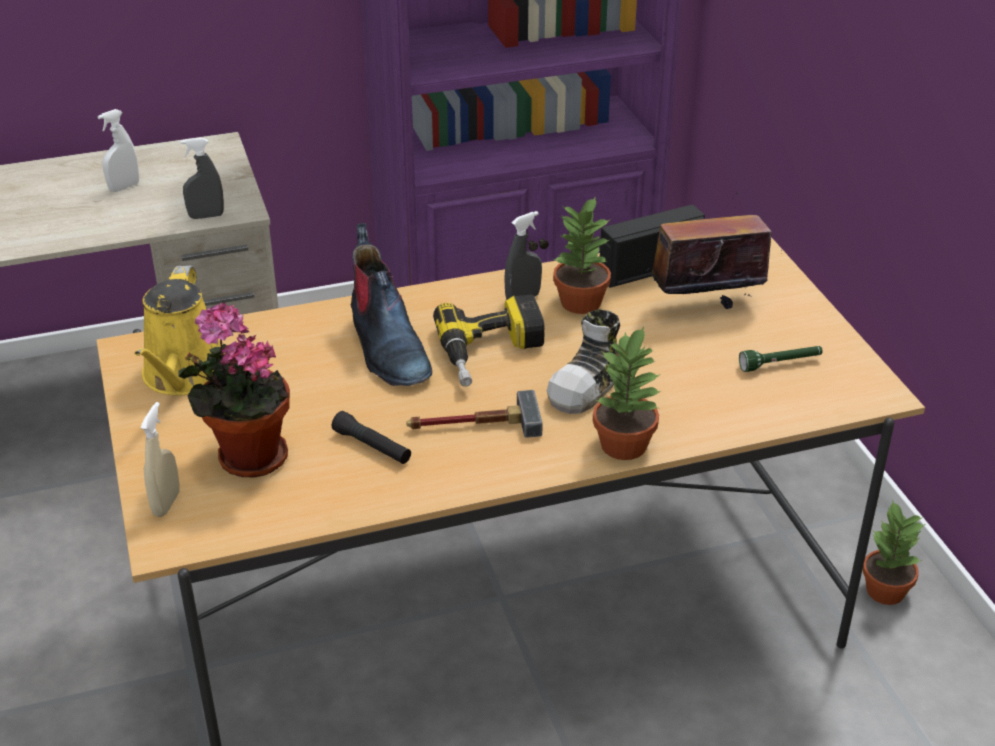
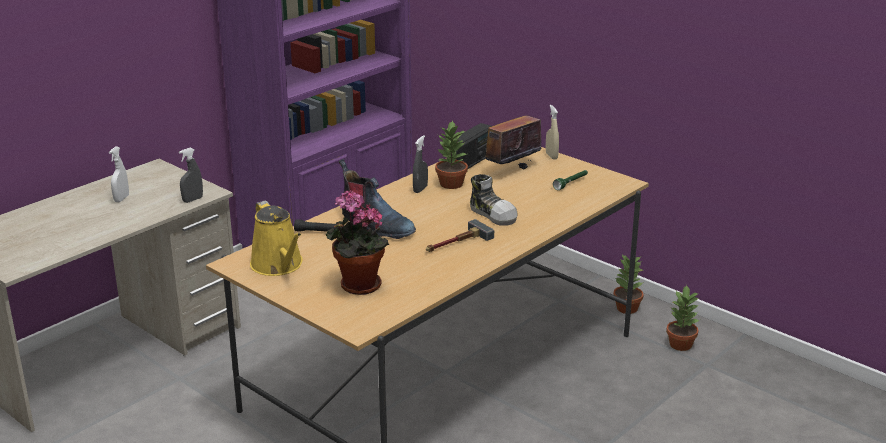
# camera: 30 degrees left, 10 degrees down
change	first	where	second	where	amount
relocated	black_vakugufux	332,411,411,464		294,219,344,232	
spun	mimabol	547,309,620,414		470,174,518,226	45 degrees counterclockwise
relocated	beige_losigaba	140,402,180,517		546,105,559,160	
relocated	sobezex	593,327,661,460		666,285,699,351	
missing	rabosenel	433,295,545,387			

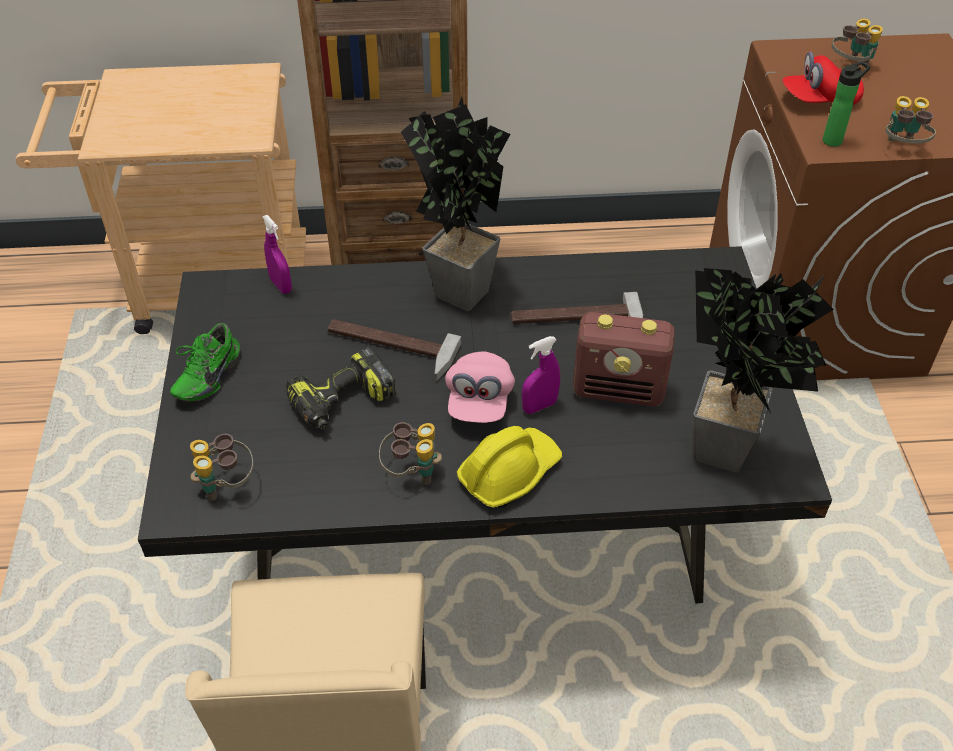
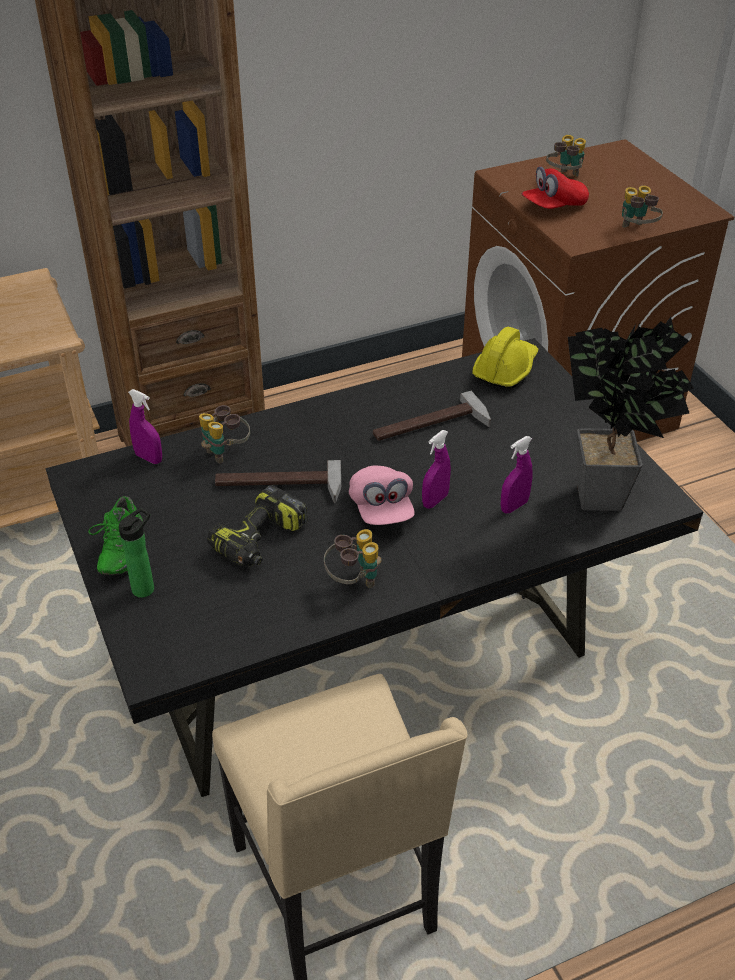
# camera: 20 degrees left, 5 degrees down
change	first	where	second	where	amount
relocated	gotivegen	823,61,870,147		119,508,154,598	
relocated	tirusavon	190,434,254,501		199,405,250,464	
relocated	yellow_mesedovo	457,426,562,508		472,327,539,389	
appeared			purple_losigaba	501,436,533,514	
missing	sobezex	401,97,510,311			
missing	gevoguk	573,312,675,406			

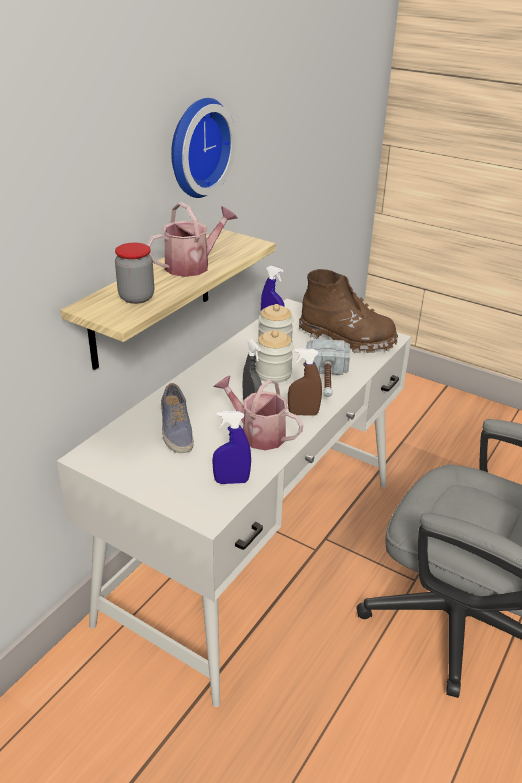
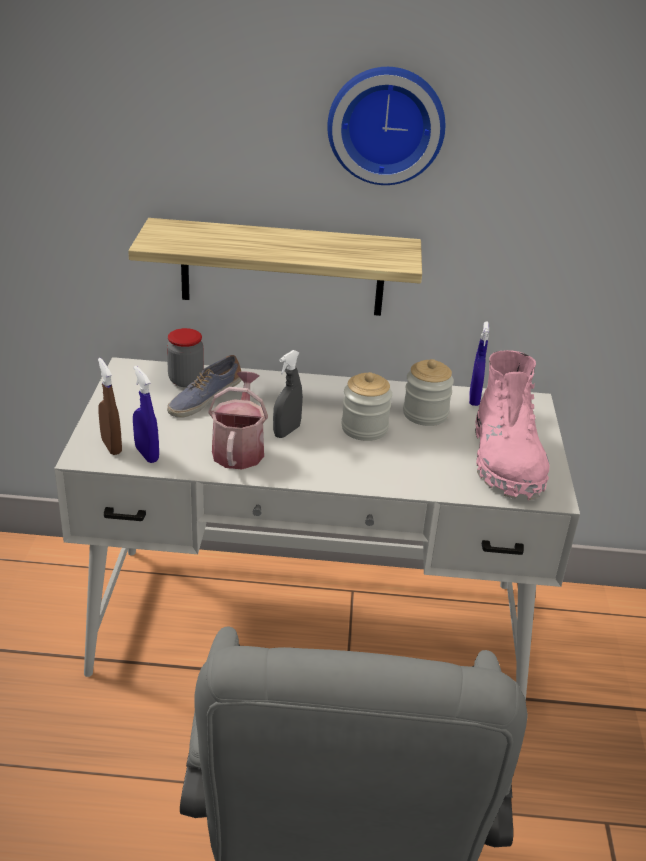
# camera: 60 degrees right, 0 degrees up
change	first	where	second	where	amount
relocated	brown_losigaba	288,348,322,416		98,358,122,455	
relocated	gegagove	115,243,154,304		167,328,204,387	
colour	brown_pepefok	299,269,398,353	pink_pepefok	475,350,549,500	
missing	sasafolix	146,202,237,277			
missing	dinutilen	305,339,350,397			

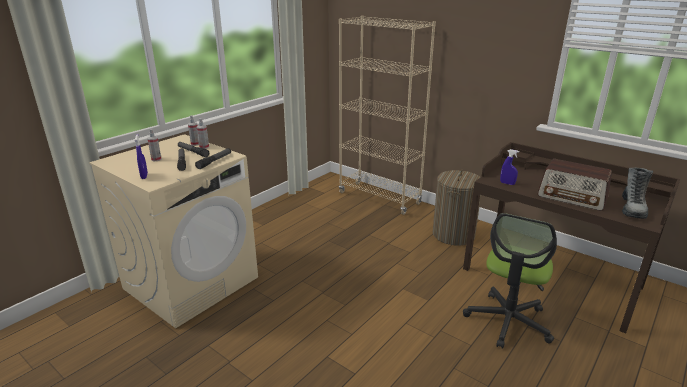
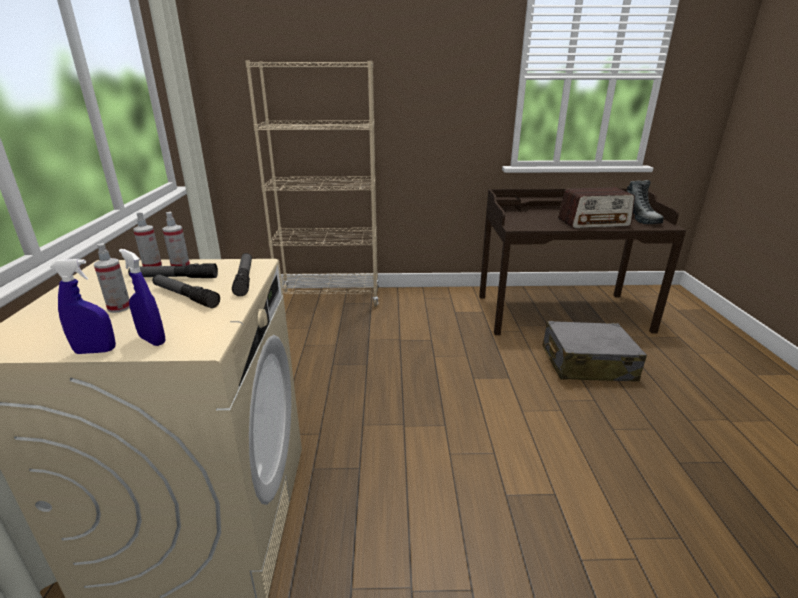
# camera: 40 degrees left, 0 degrees up
change	first	where	second	where	amount
relocated	blue_losigaba	500,149,519,185		50,259,116,354	
exchanged	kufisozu	463,213,557,349	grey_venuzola	543,321,647,382	
missing	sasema	433,169,481,246			

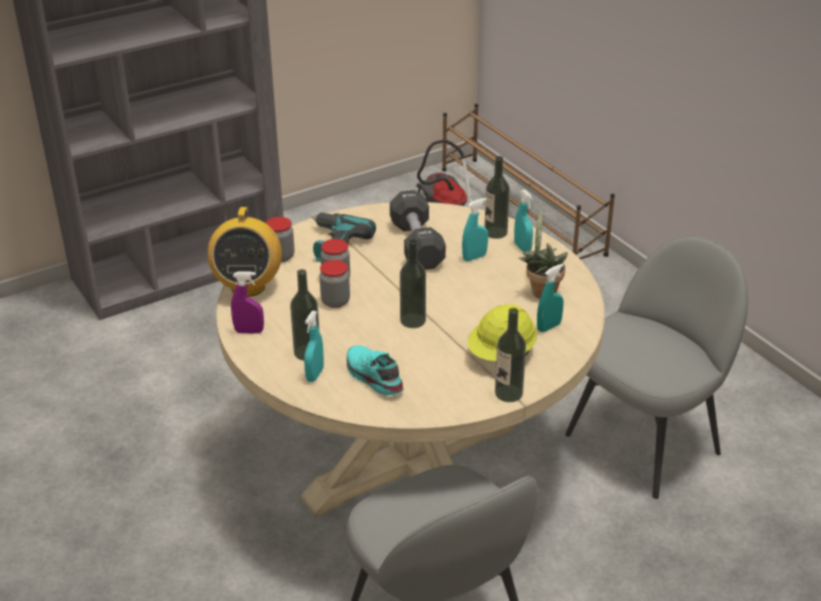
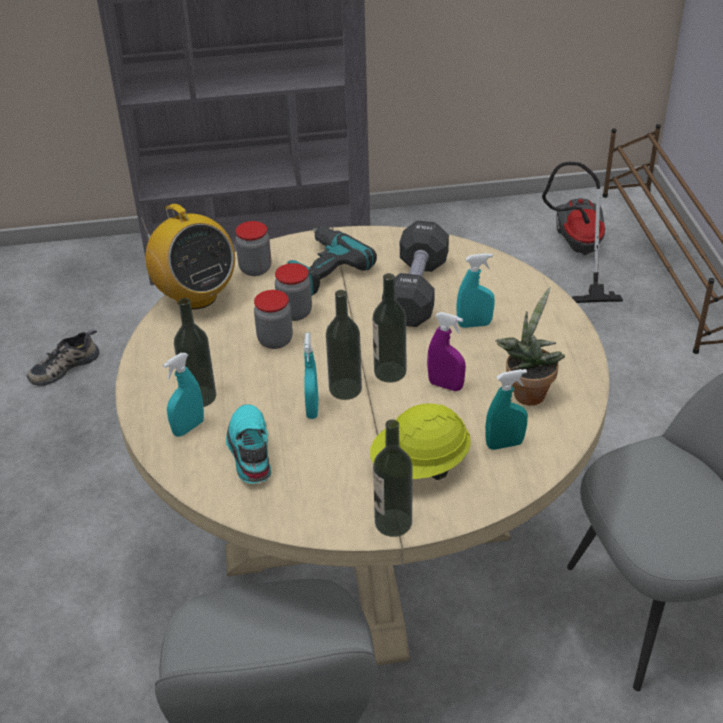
# camera: 25 degrees right, 5 degrees up
change	first	where	second	where	amount
appeared			mimabol	26,329,100,386	
spun	gevoguk	207,207,282,297		141,204,235,309	60 degrees counterclockwise
relocated	turquoise_losigaba	514,189,533,252		304,333,318,419	
relocated	gotivegen	484,156,510,239		373,273,406,383	
relocated	purple_losigaba	231,271,264,334		427,312,466,391	

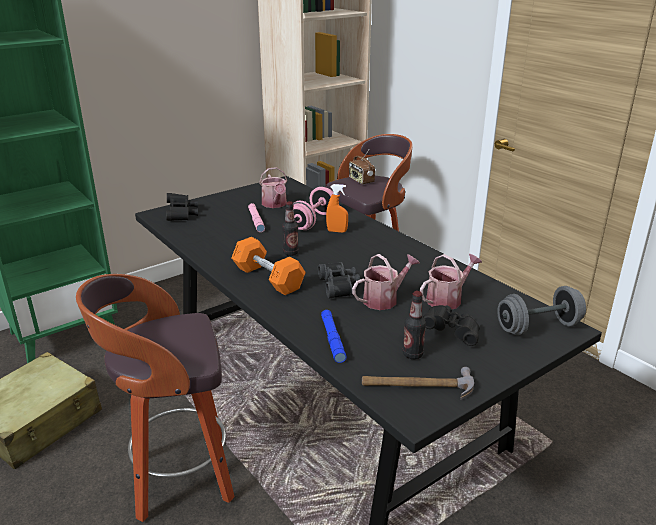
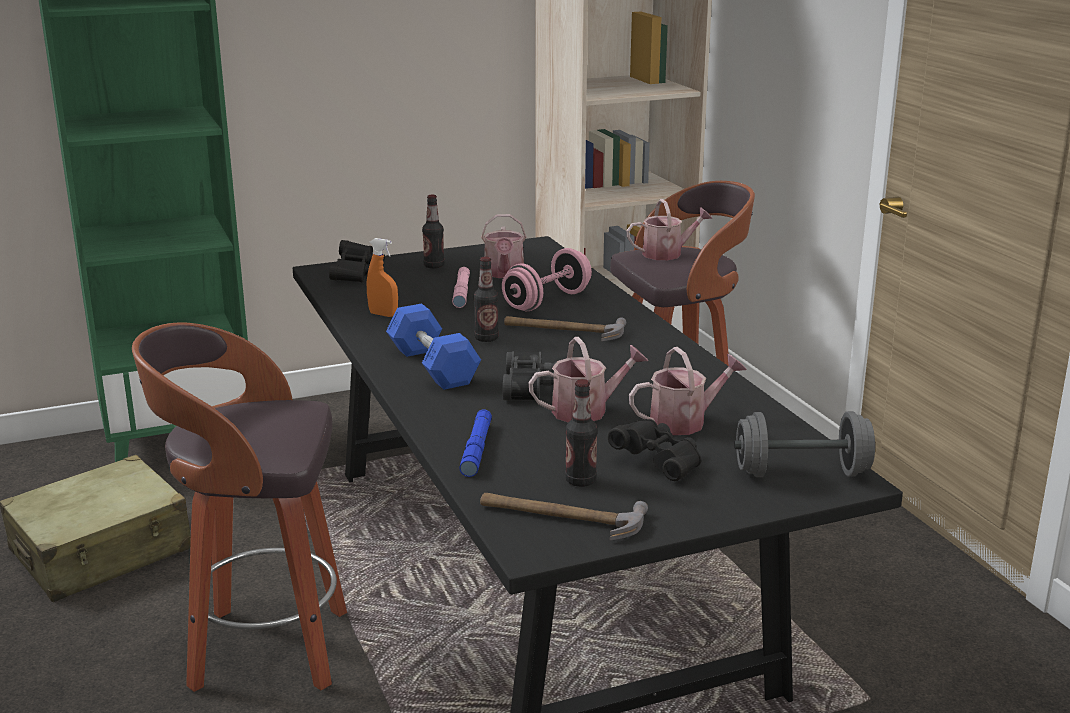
# camera: 15 degrees right, 5 degrees down
change	first	where	second	where	amount
relocated	orange_losigaba	326,184,348,233		367,238,398,317	
colour	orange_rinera	231,237,306,295	blue_rinera	386,304,481,390	
appeared			gotivegen	422,195,445,269	
appeared			dinutilen	504,316,626,341	
exchanged	gevoguk	349,150,375,184	sasafolix	627,199,712,260	

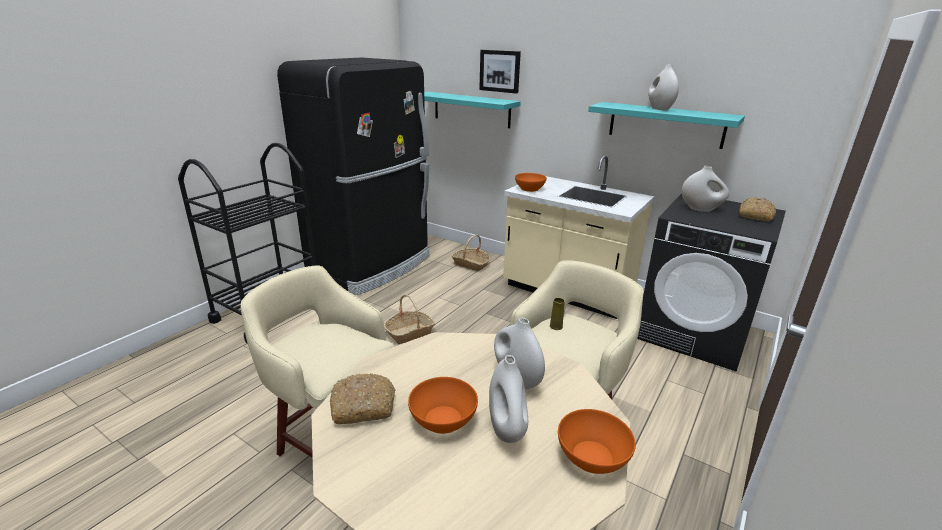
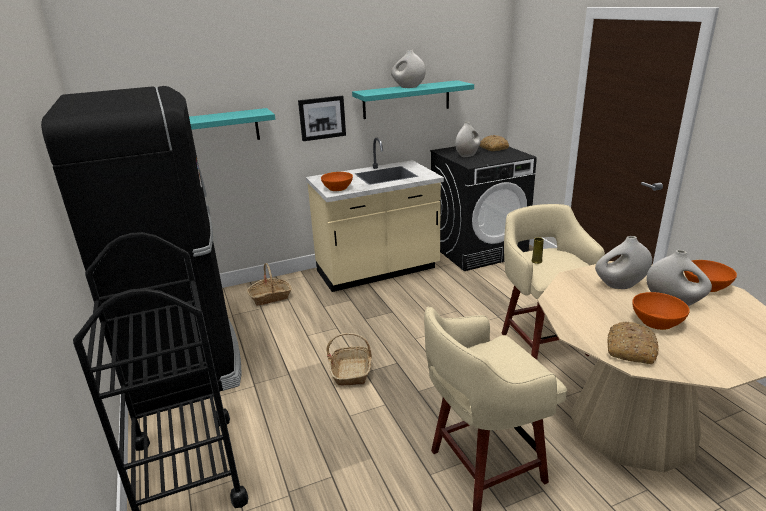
# camera: 55 degrees left, 0 degrees up
change	first	where	second	where	amount
relocated	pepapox	479,50,521,94		298,96,346,141	

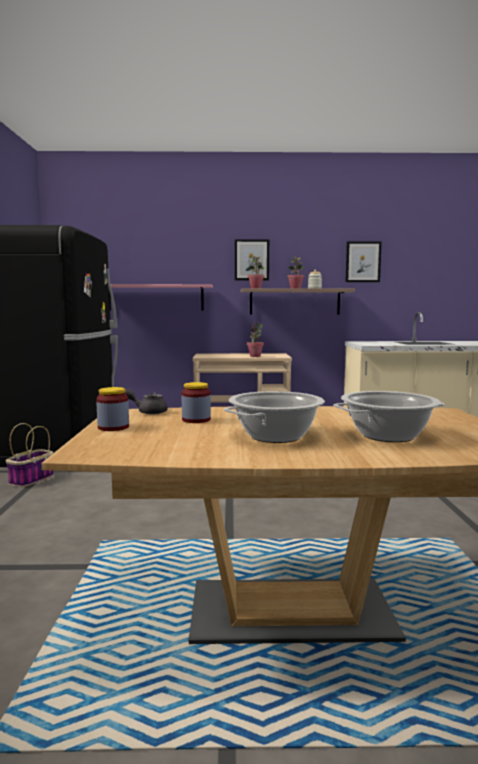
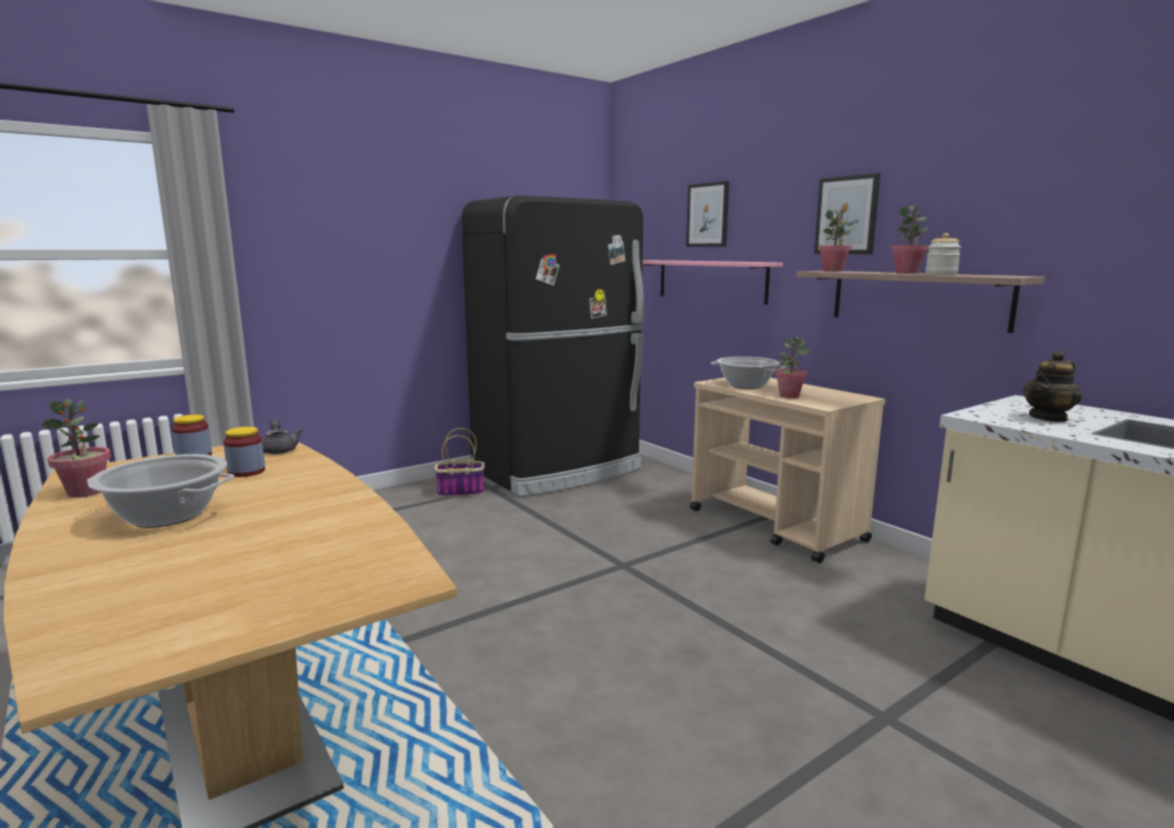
# camera: 55 degrees right, 5 degrees up
change	first	where	second	where	amount
appeared			sobezex	40,399,111,498	
relocated	pepapox	345,241,382,282		686,181,729,247	
relocated	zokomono	334,391,445,442		711,357,786,389	
appeared			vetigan	1023,351,1082,422	

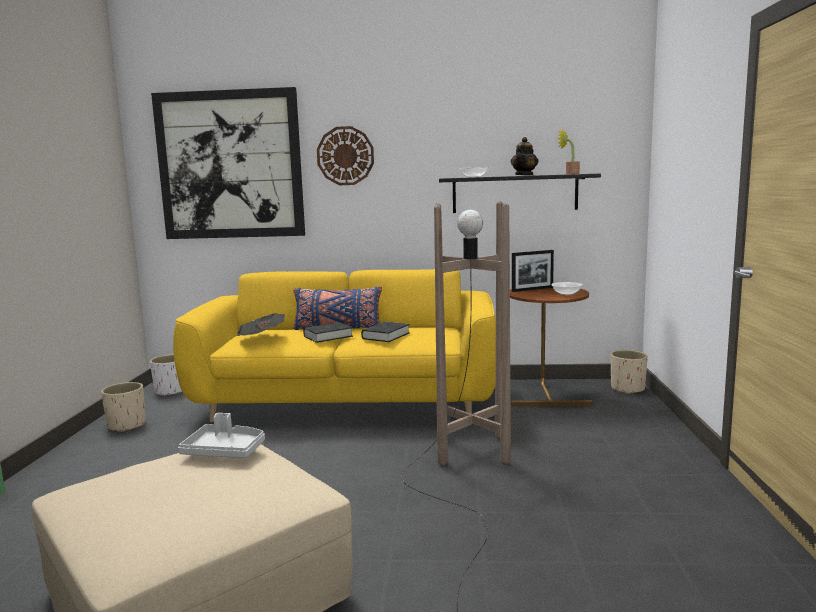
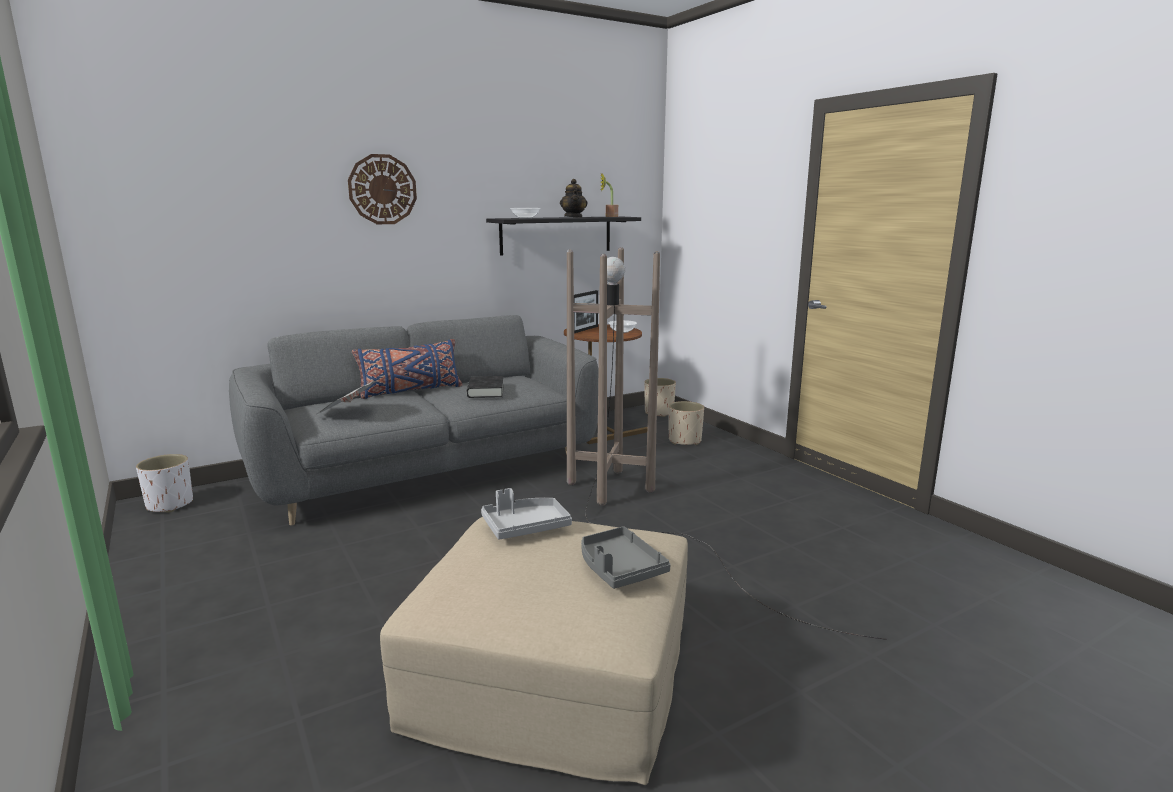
# camera: 35 degrees left, 5 degrees up
change	first	where	second	where	amount
colour	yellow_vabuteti	173,269,496,422	grey_vabuteti	229,315,599,525	
appeared			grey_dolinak	581,526,671,589	
relocated	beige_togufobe	101,382,146,432		669,401,704,445	
missing	pepapox	151,87,305,239			
missing	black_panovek	303,322,353,343			

